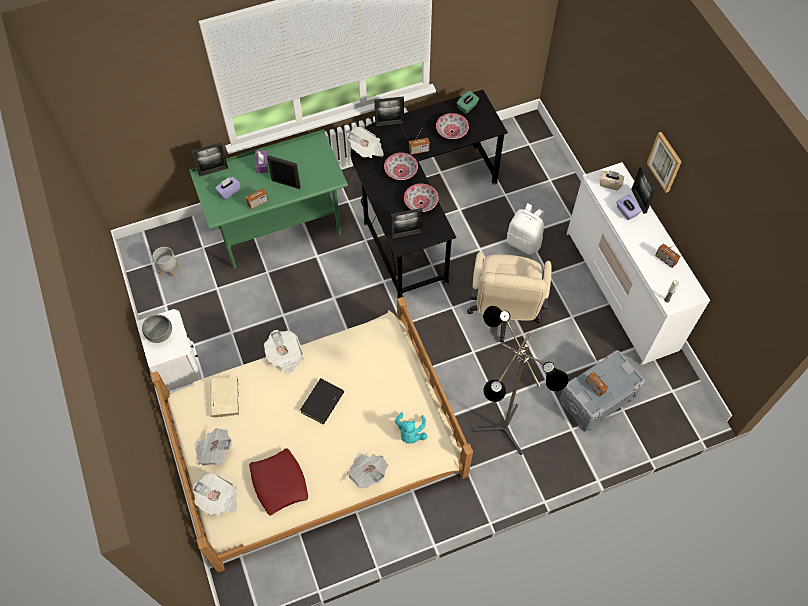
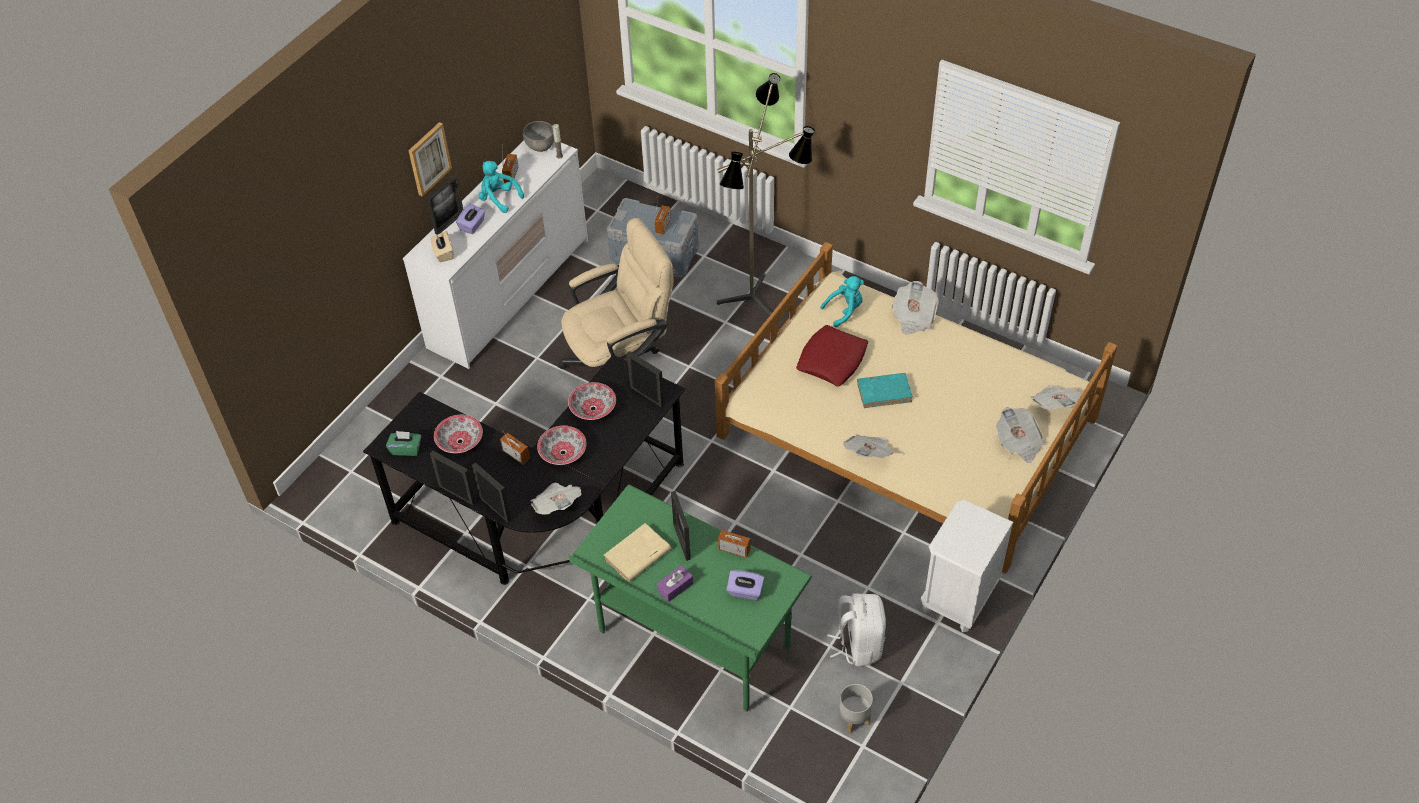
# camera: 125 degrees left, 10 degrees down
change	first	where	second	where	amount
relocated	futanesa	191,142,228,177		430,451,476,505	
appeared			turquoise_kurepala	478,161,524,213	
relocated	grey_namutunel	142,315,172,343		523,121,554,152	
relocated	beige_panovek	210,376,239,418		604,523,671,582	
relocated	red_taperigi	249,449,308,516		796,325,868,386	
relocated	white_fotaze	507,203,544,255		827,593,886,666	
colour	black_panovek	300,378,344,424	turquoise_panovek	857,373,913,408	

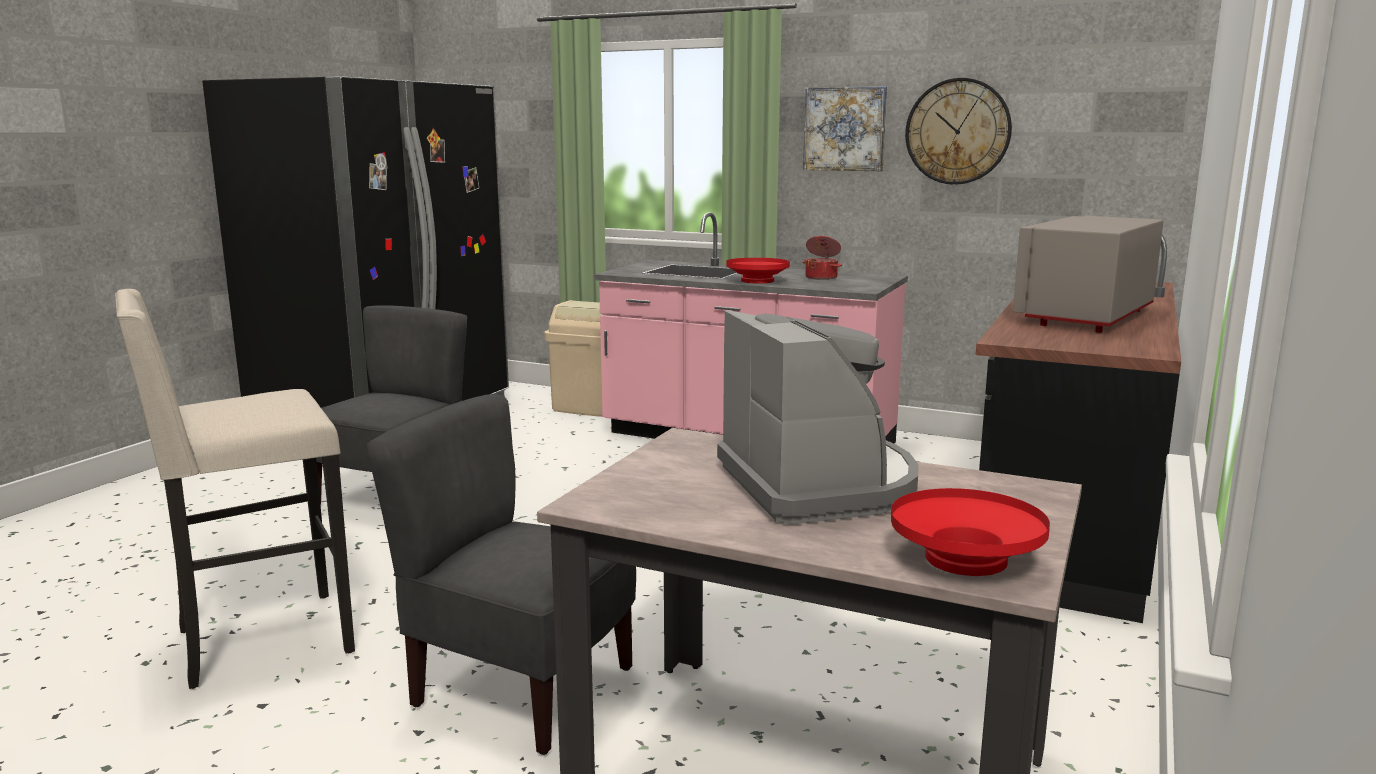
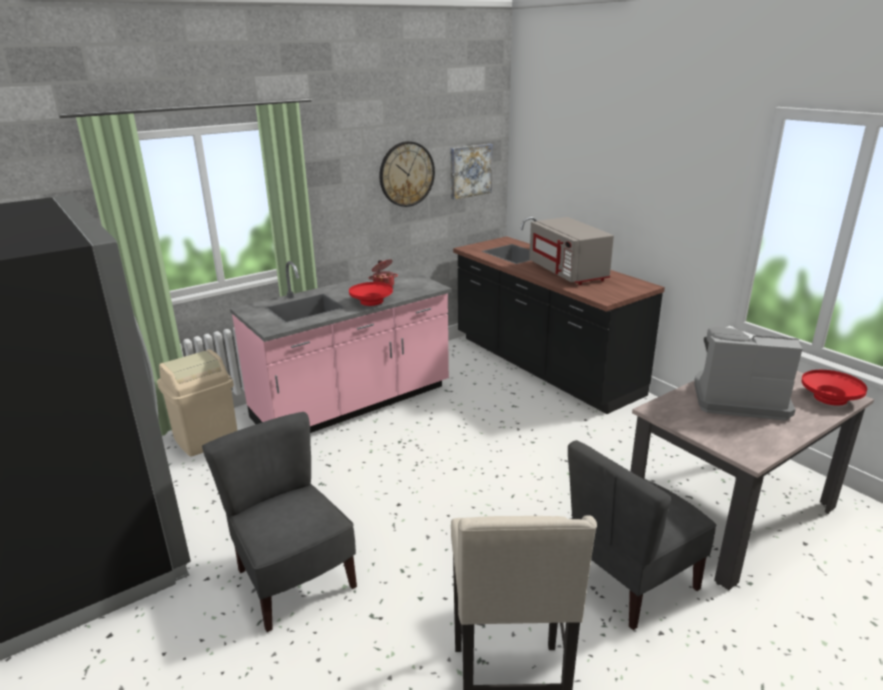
# camera: 60 degrees left, 10 degrees up
change	first	where	second	where	amount
relocated	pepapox	803,86,887,171		450,144,492,200	

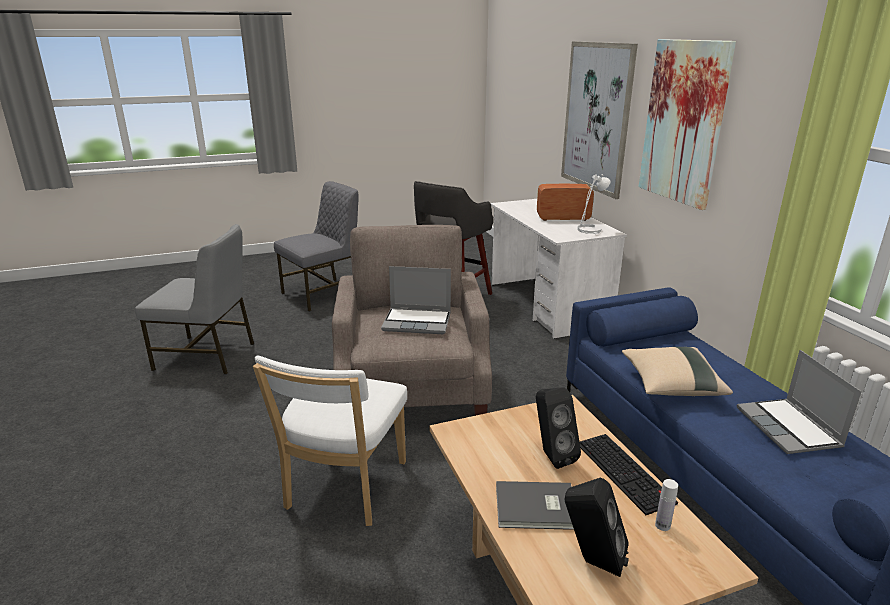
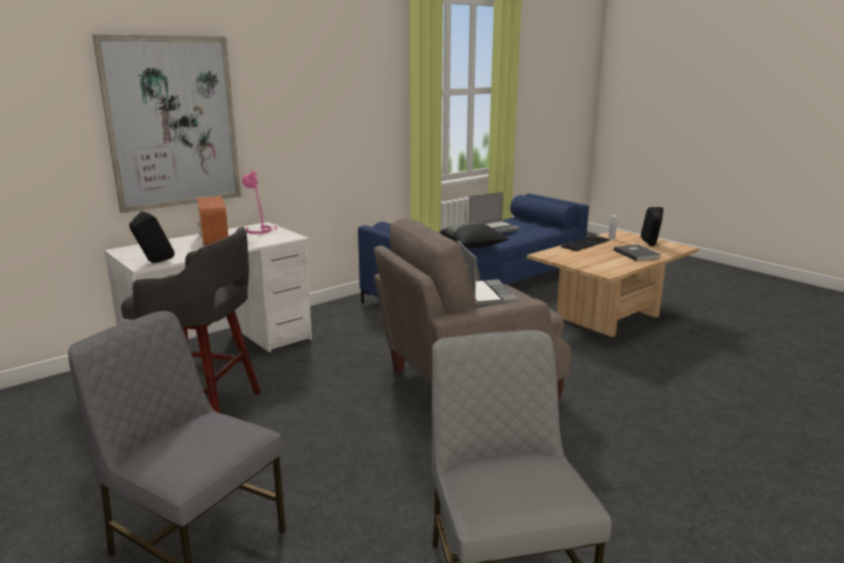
# camera: 110 degrees left, 5 degrees down
change	first	where	second	where	amount
relocated	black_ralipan	536,387,581,469		129,211,175,263	
colour	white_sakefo	577,174,611,234	pink_sakefo	242,170,277,234	
colour	beige_taperigi	622,347,733,396	black_taperigi	440,223,509,248	
missing	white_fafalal	253,356,407,526			
missing	pepapox	639,39,736,210			

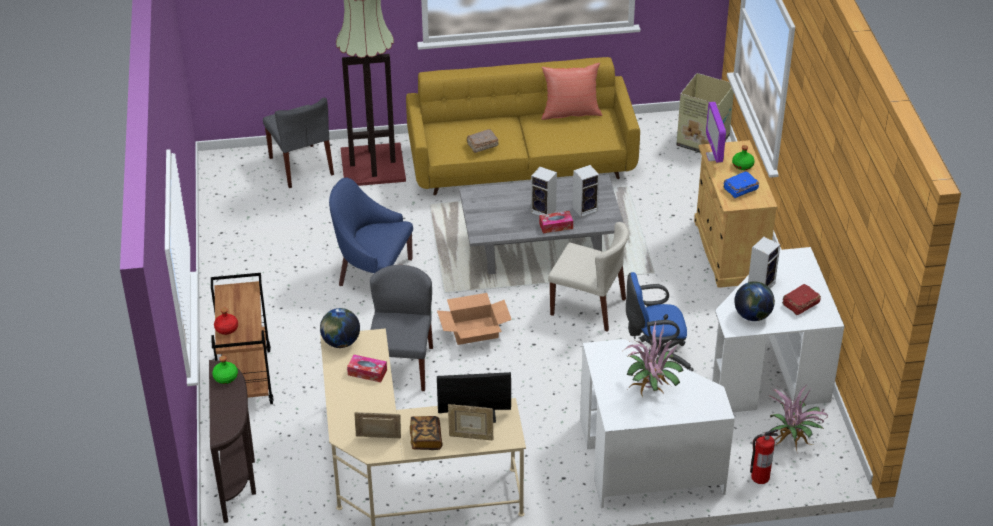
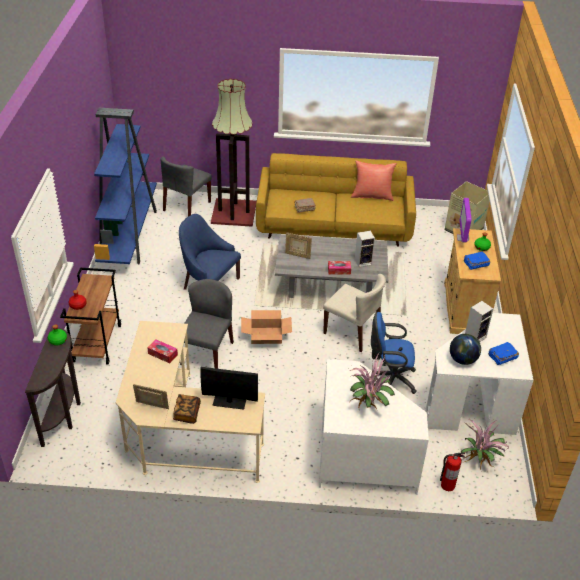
# camera: 10 degrees right, 0 degrees up
change	first	where	second	where	amount
appeared			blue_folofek	94,108,157,265	
spun	grey_fafalal	263,97,334,188		161,157,212,216	45 degrees clockwise
relocated	futanesa	448,404,494,440		285,232,312,259	
colour	red_panovek	782,284,821,315	blue_panovek	488,342,519,365	
missing	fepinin	320,308,360,348			
missing	ralipan	531,166,557,216			

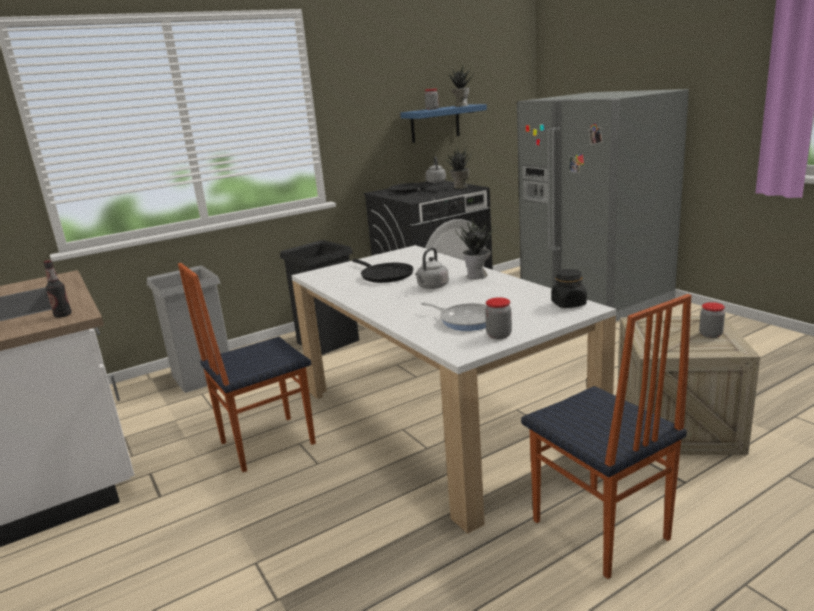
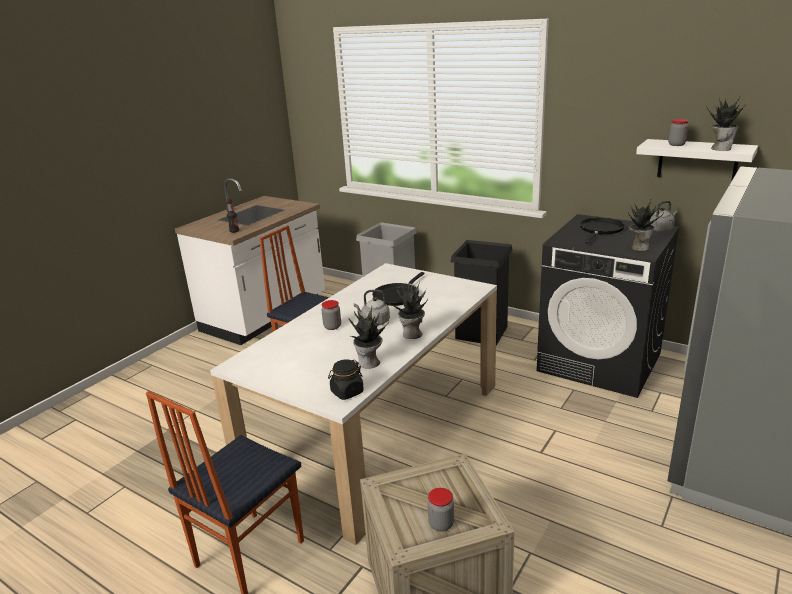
# camera: 65 degrees right, 5 degrees up
change	first	where	second	where	amount
relocated	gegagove	485,297,512,339		322,300,341,330	
appeared			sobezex	349,307,389,369	
colour	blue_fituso	400,104,487,143	white_fituso	636,139,758,181	
missing	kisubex	421,302,487,331			

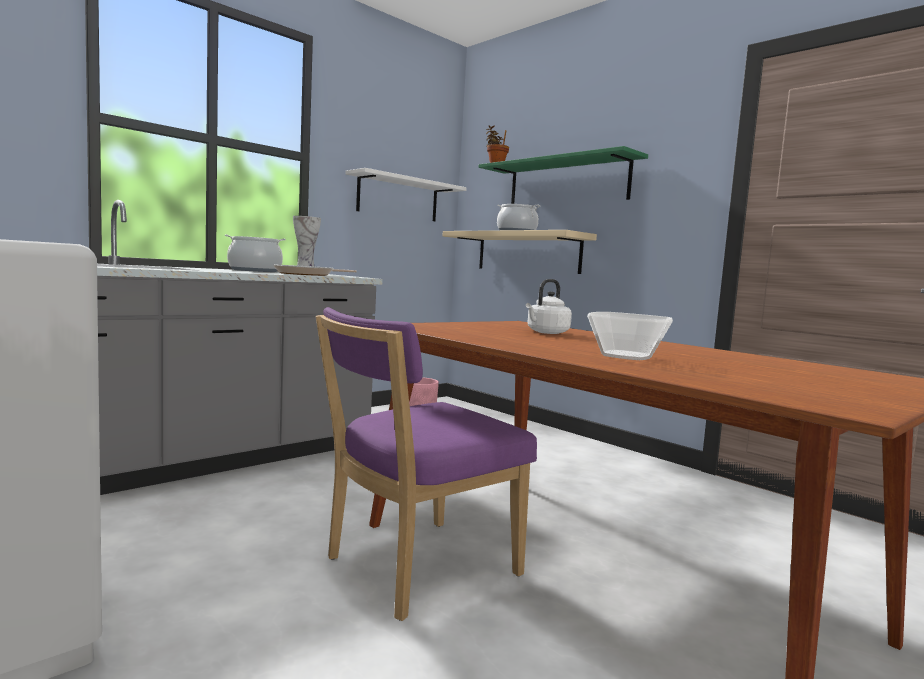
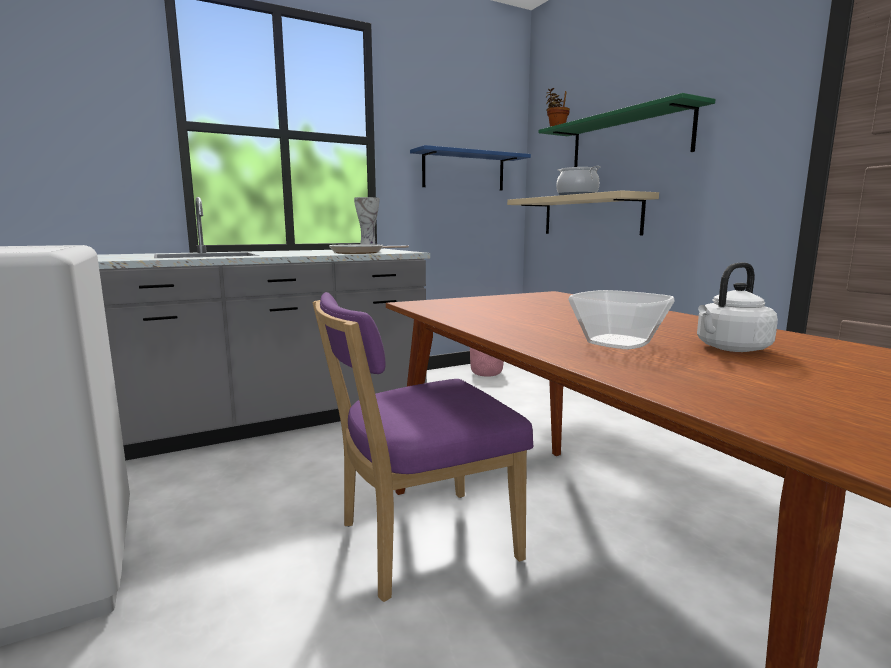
# camera: 15 degrees right, 5 degrees up
change	first	where	second	where	amount
colour	white_fituso	345,168,467,221	blue_fituso	410,145,531,191	
relocated	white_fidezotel	526,279,572,334		697,262,778,352	
missing	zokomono	225,234,286,272			

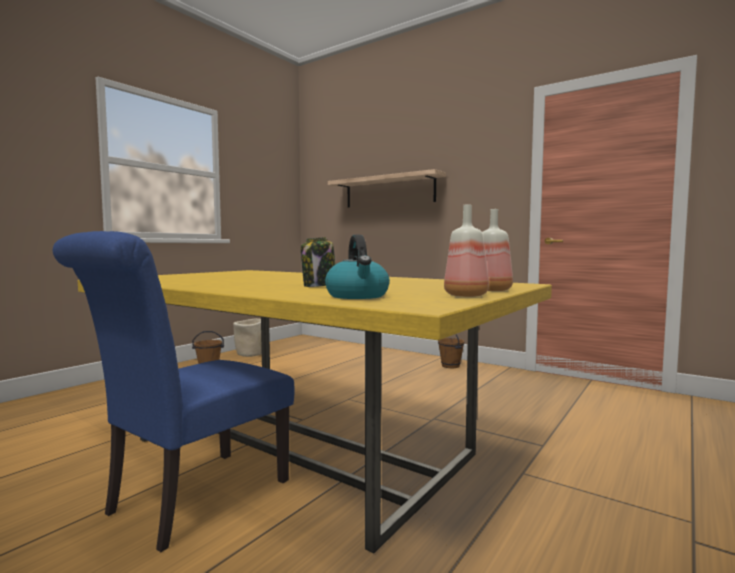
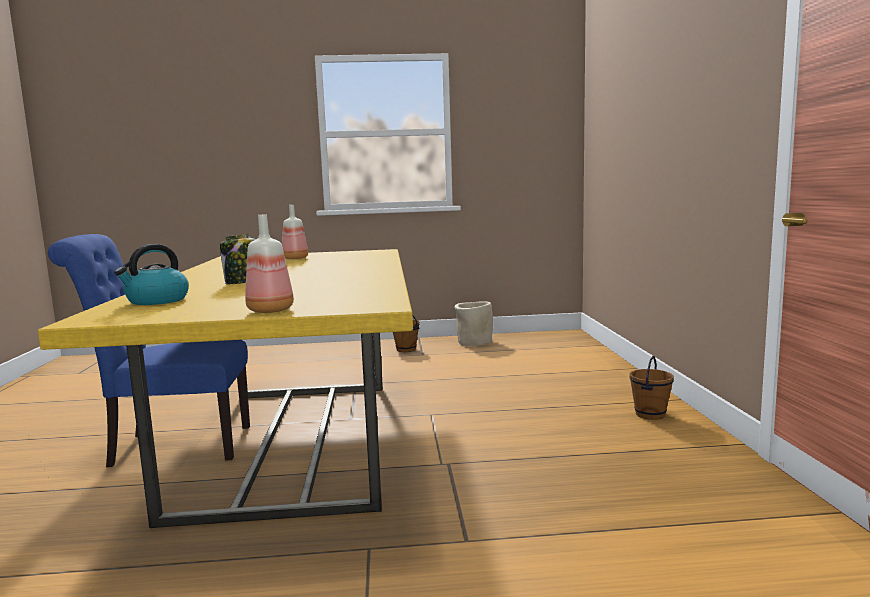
# camera: 50 degrees right, 5 degrees up
change	first	where	second	where	amount
relocated	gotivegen	444,204,489,297		282,205,308,259	
missing	fituso	328,169,446,208			

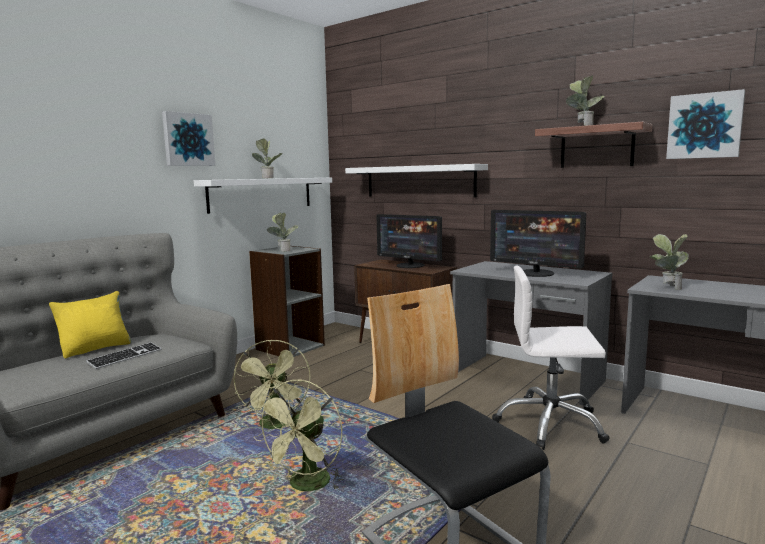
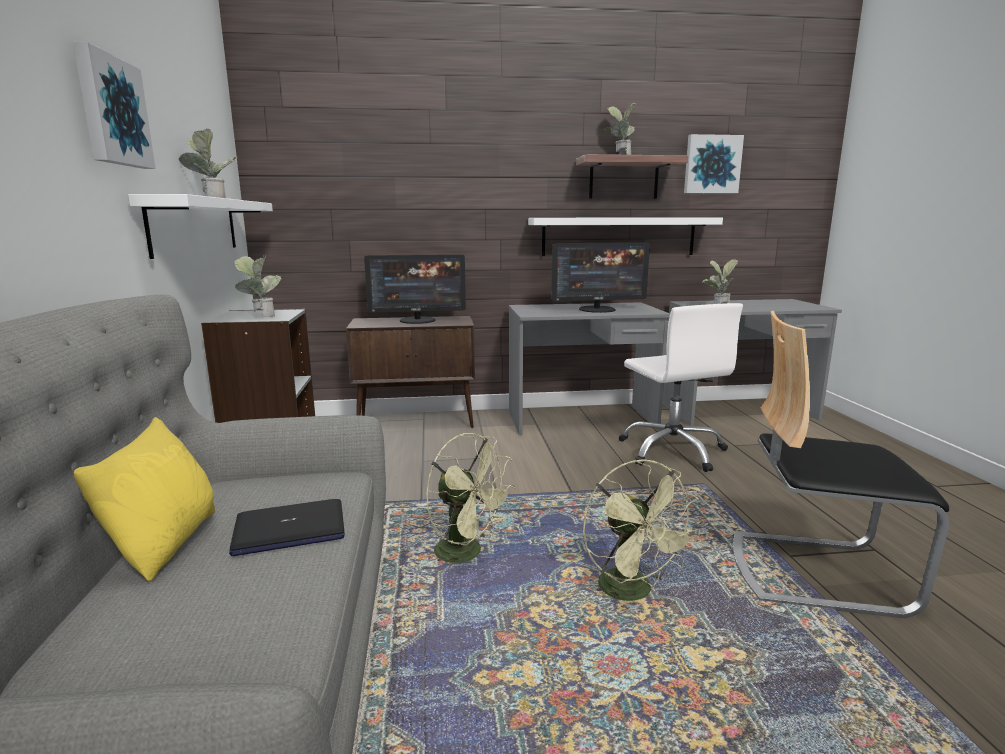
# camera: 45 degrees left, 5 degrees up
change	first	where	second	where	amount
exchanged	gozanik	86,342,162,369	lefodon	229,499,345,556	
relocated	white_fituso	345,164,488,197		528,217,723,256	
spun	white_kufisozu	492,266,610,450		618,303,743,472	75 degrees counterclockwise

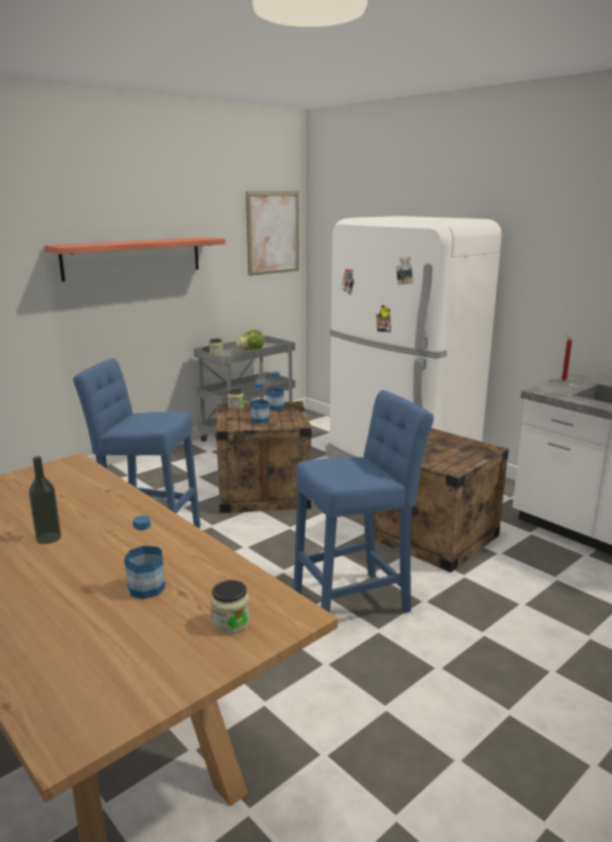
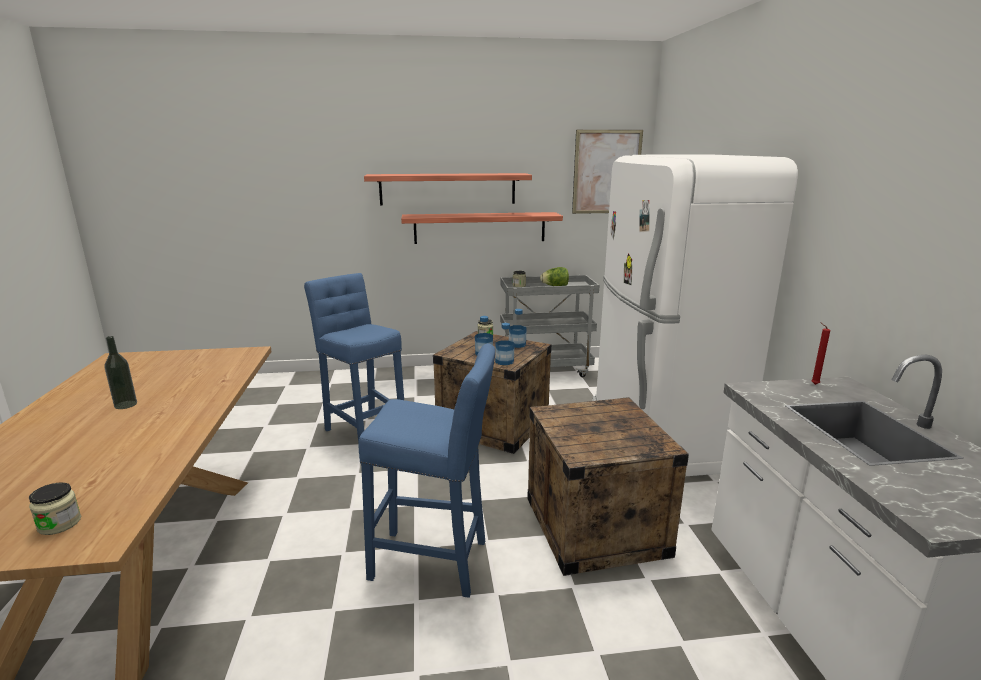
# camera: 35 degrees right, 0 degrees up
change	first	where	second	where	amount
appeared			fituso	401,212,563,244	
relocated	gotivegen	124,516,166,599		495,323,515,365	

